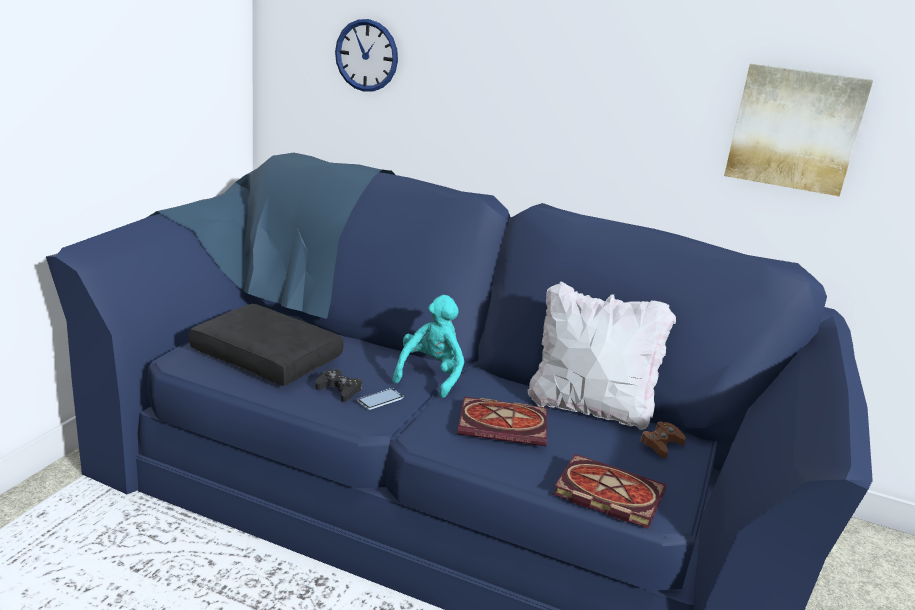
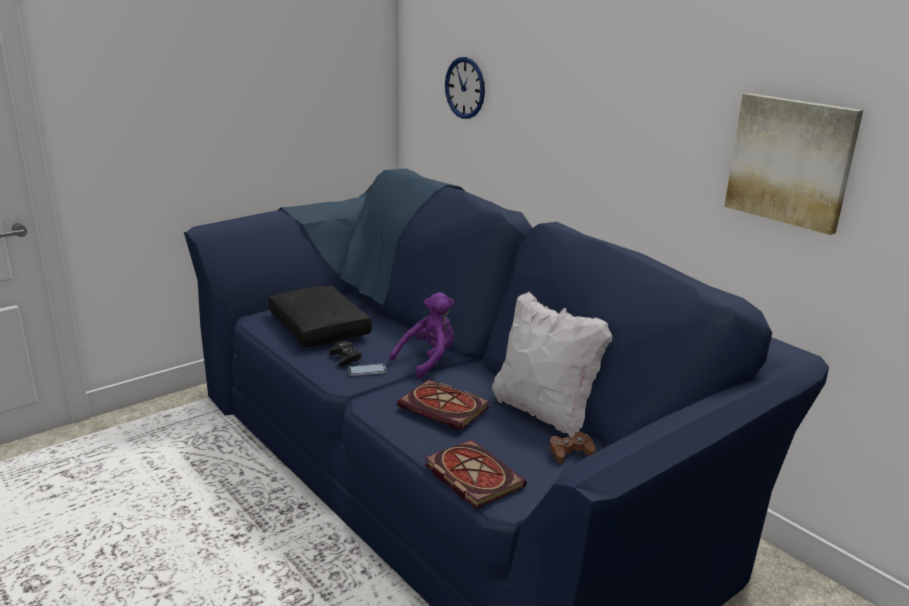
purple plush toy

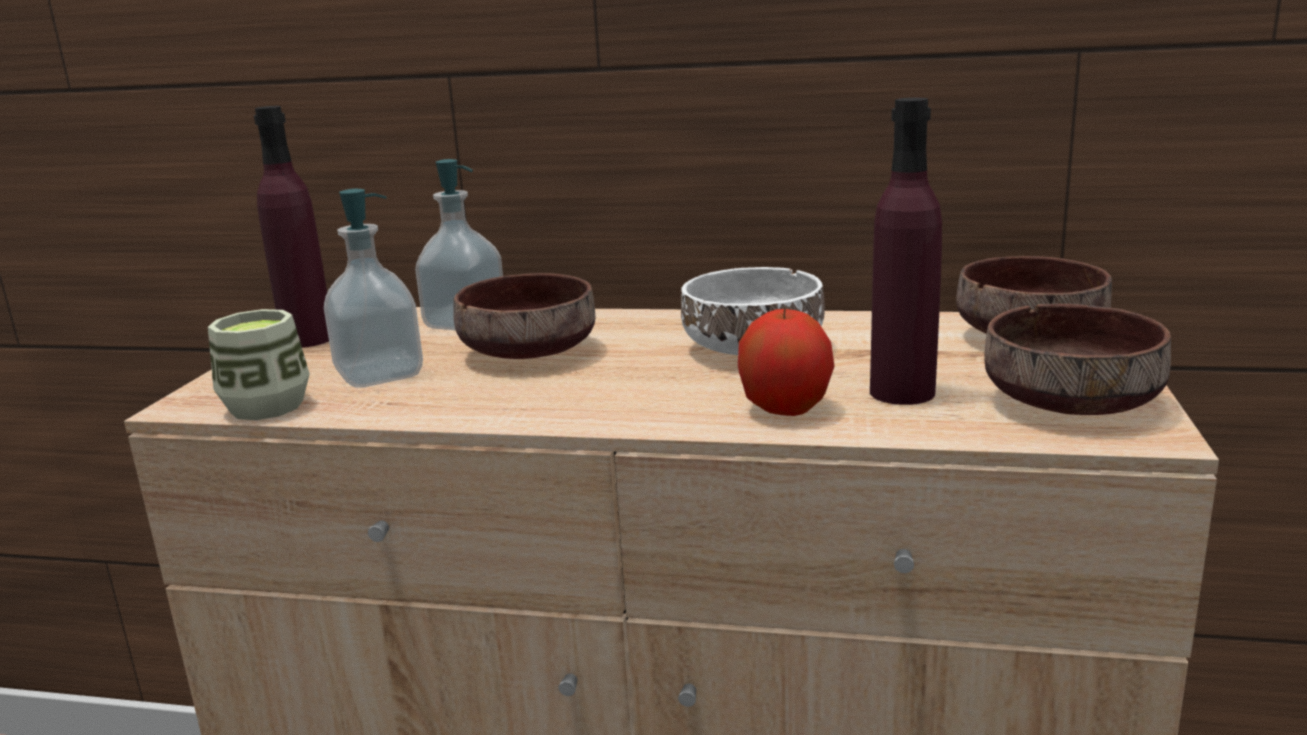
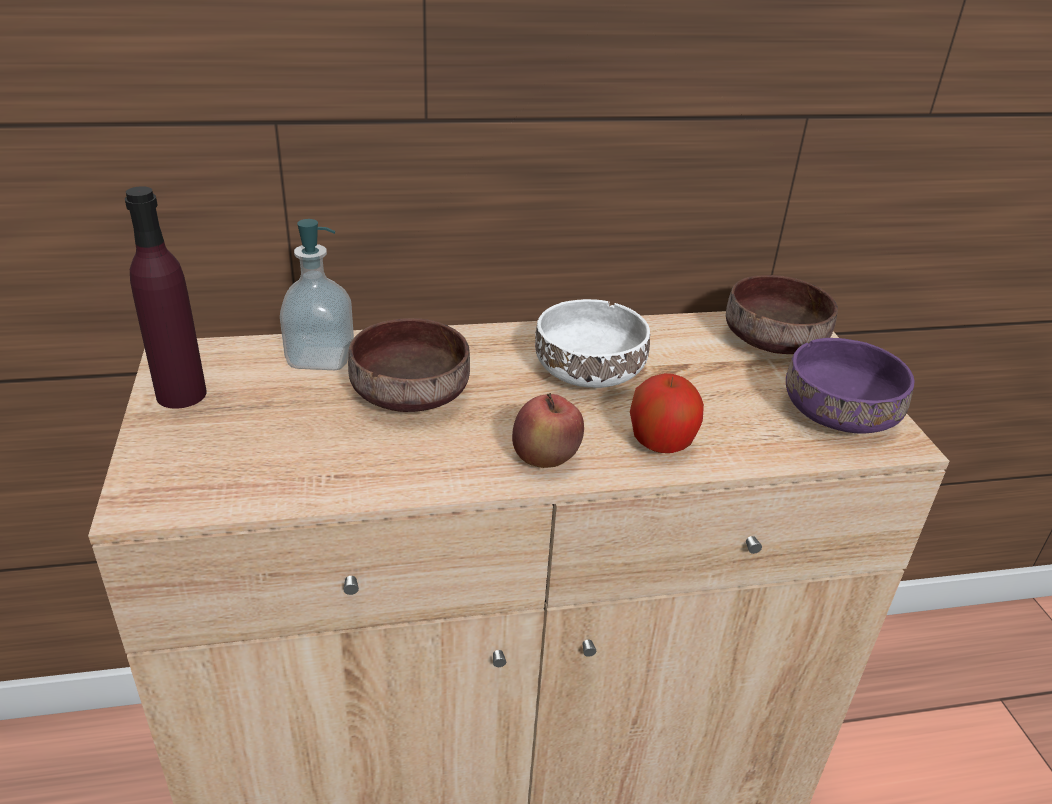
cup; soap dispenser (no. 1 from left in the first image); purple bottle (no. 2 from left in the first image); apple (no. 1 from left); purple bowl

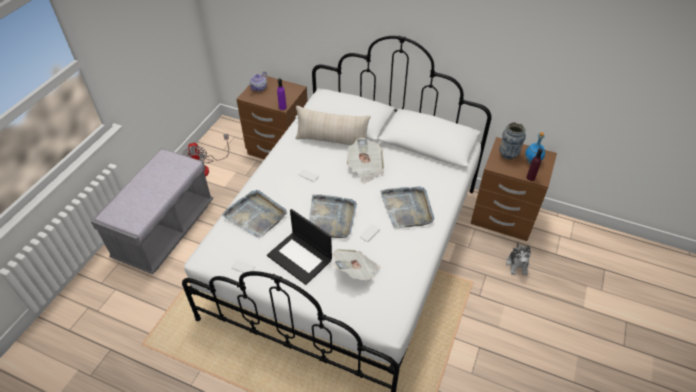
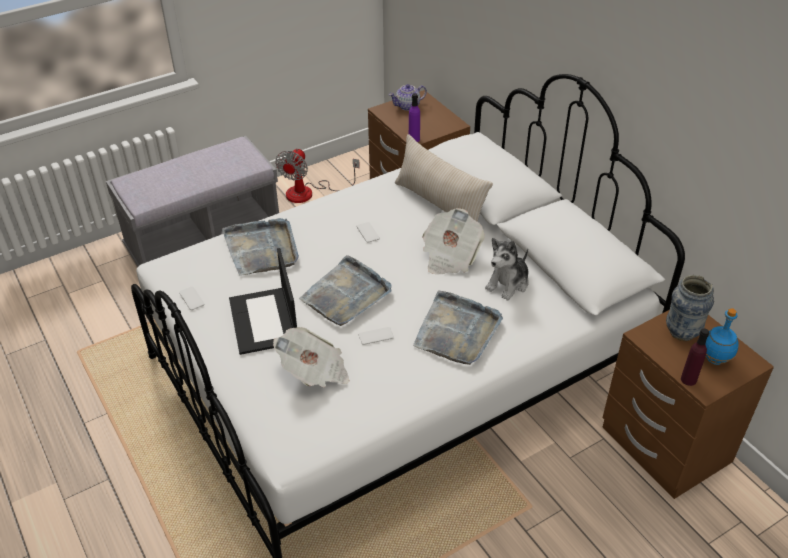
plush toy

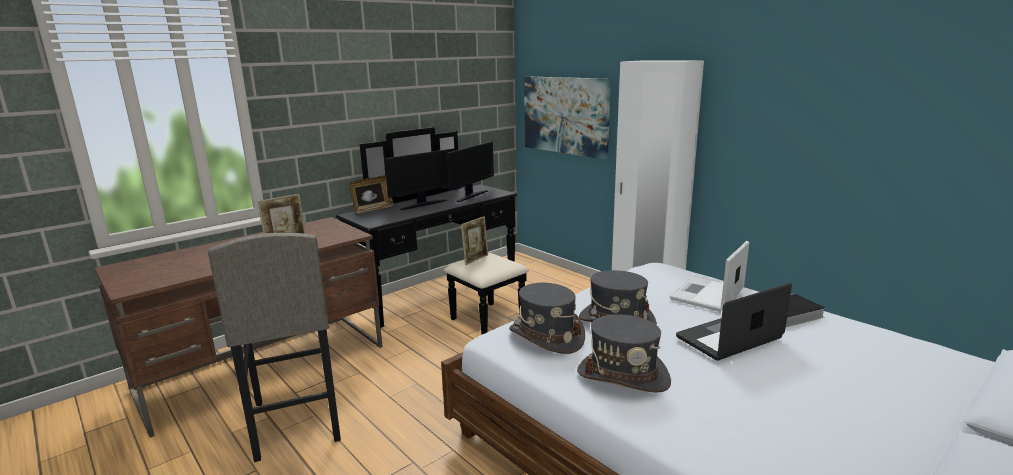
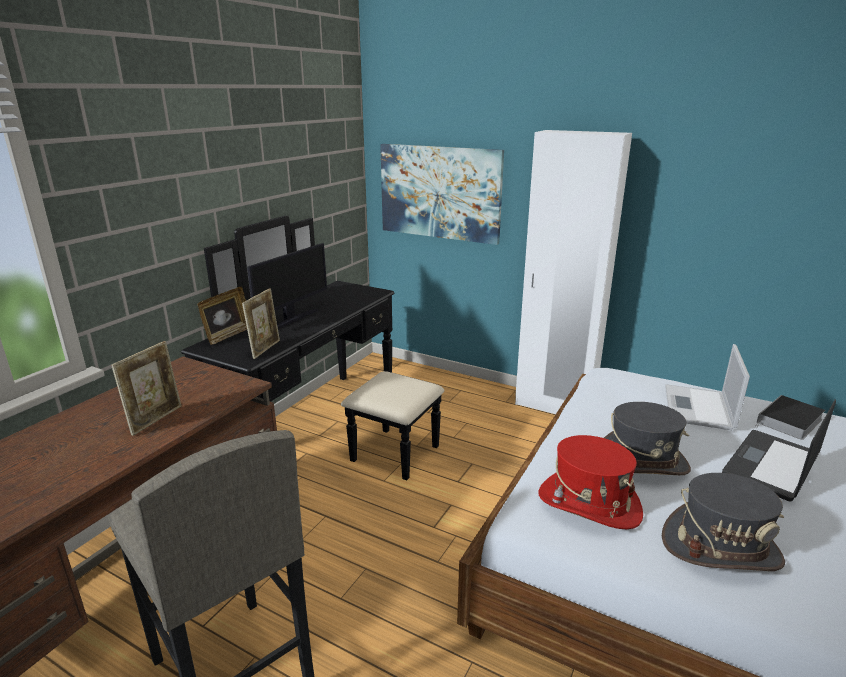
monitor (no. 2 from left in the first image); picture frame (no. 3 from left); red hat

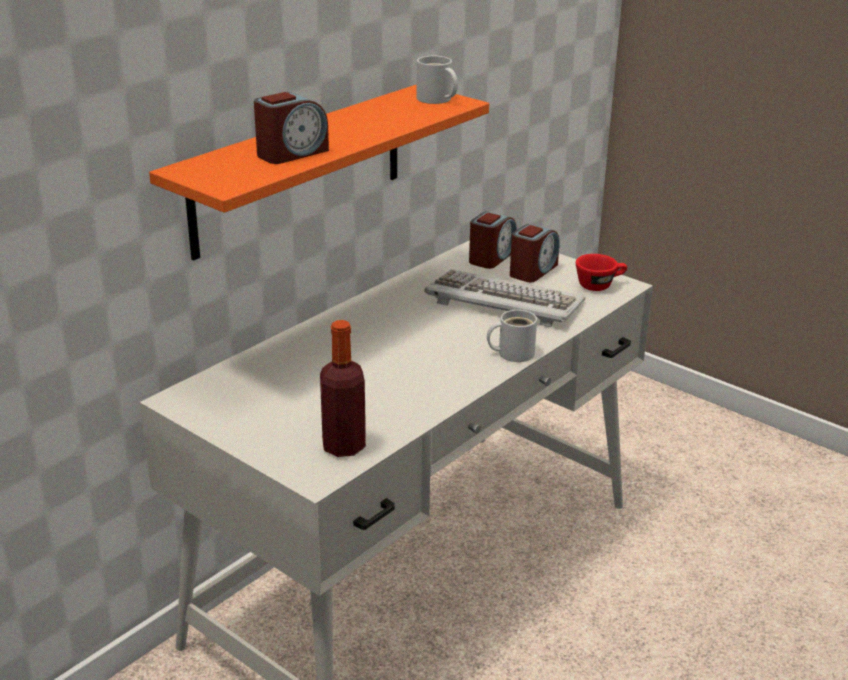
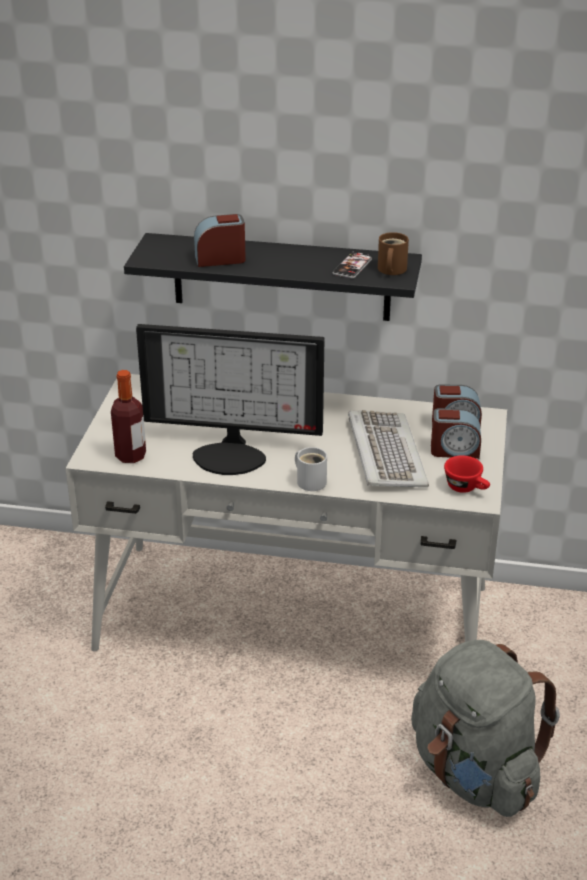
monitor; phone; grey backpack; black shelf; brown mug; alarm clock (no. 1 from left)

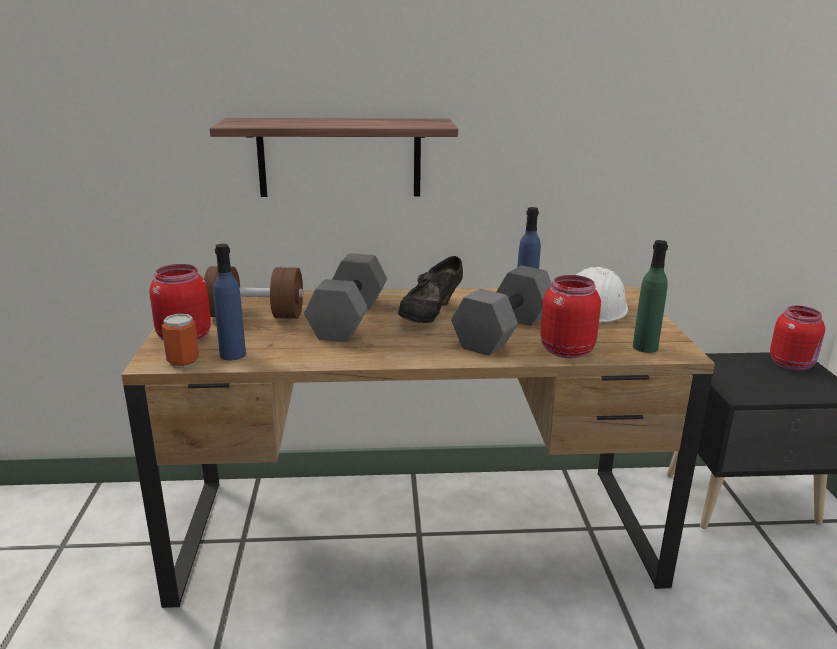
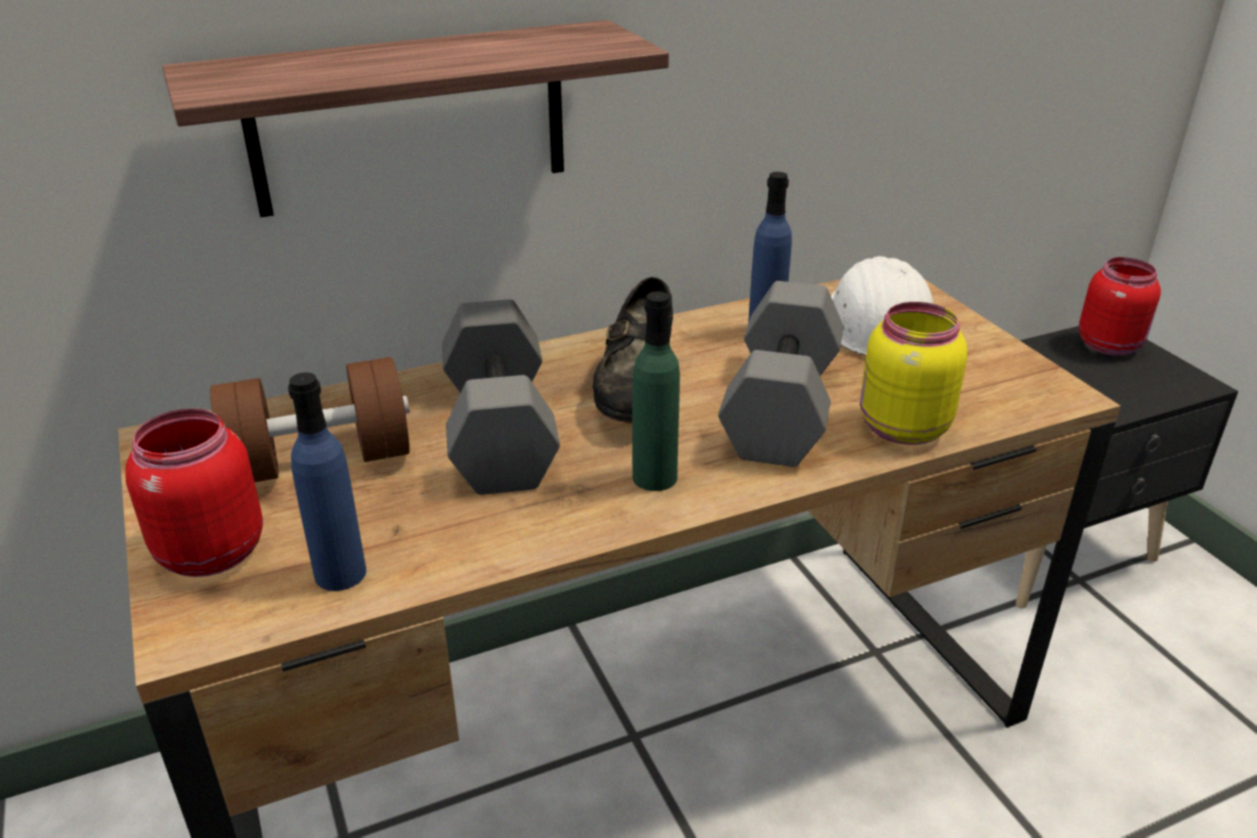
can; green bottle; yellow jar

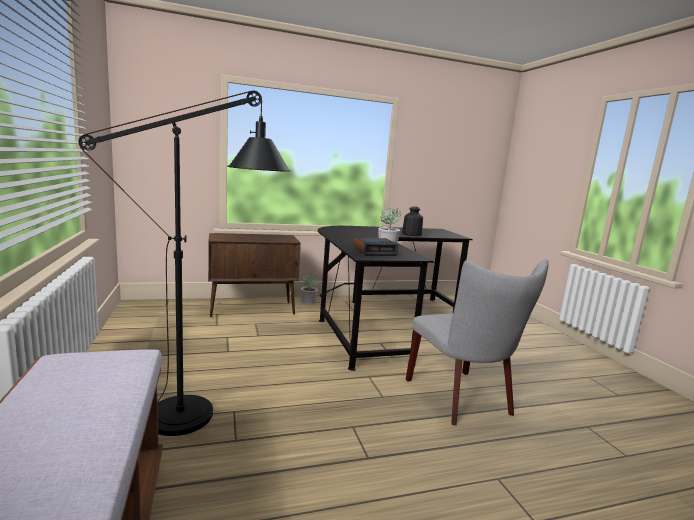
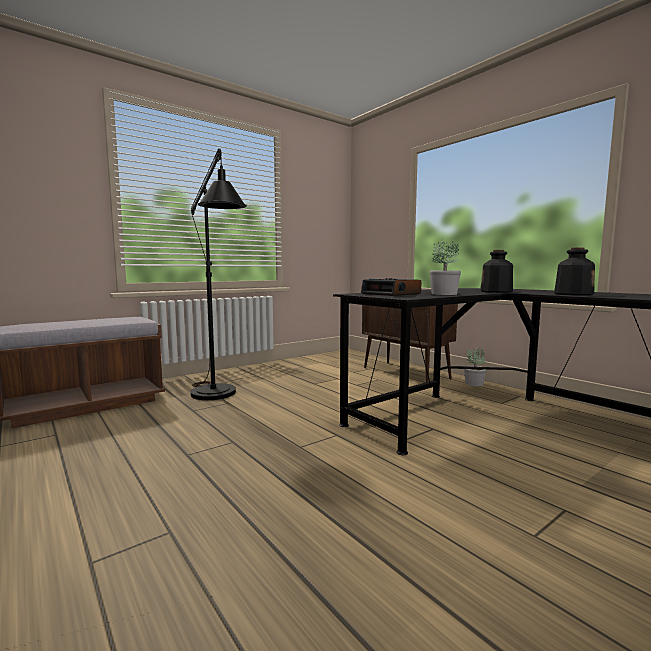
grey chair; bottle (no. 1 from left)

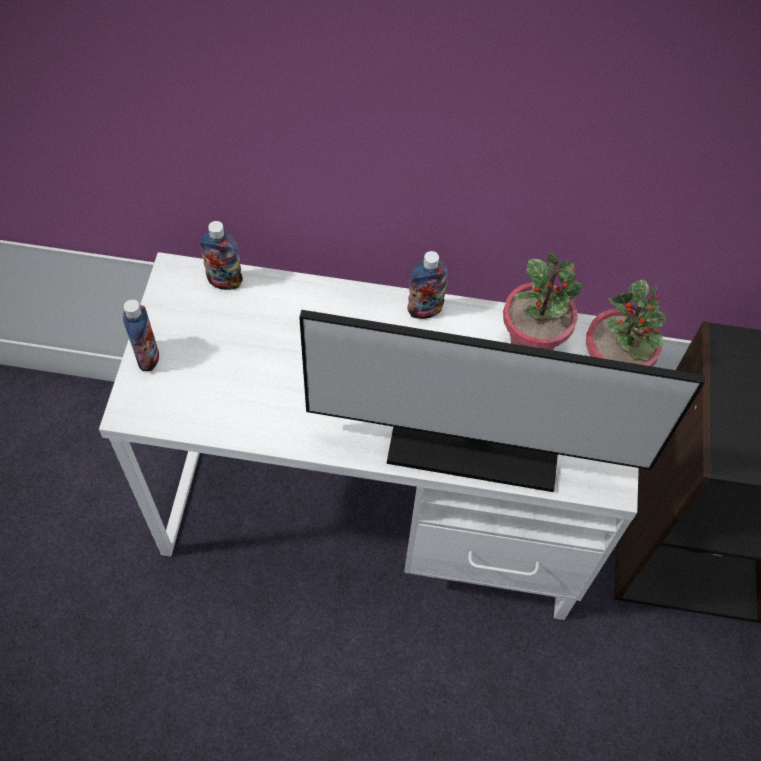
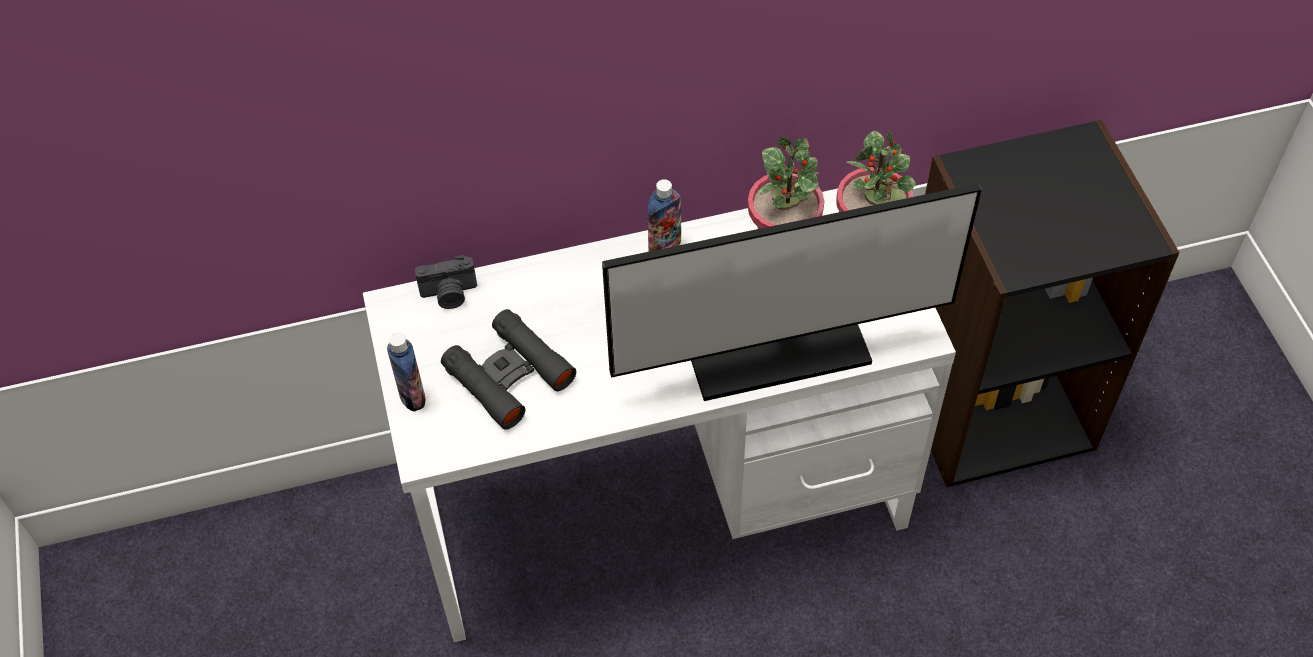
black binoculars; photo camera

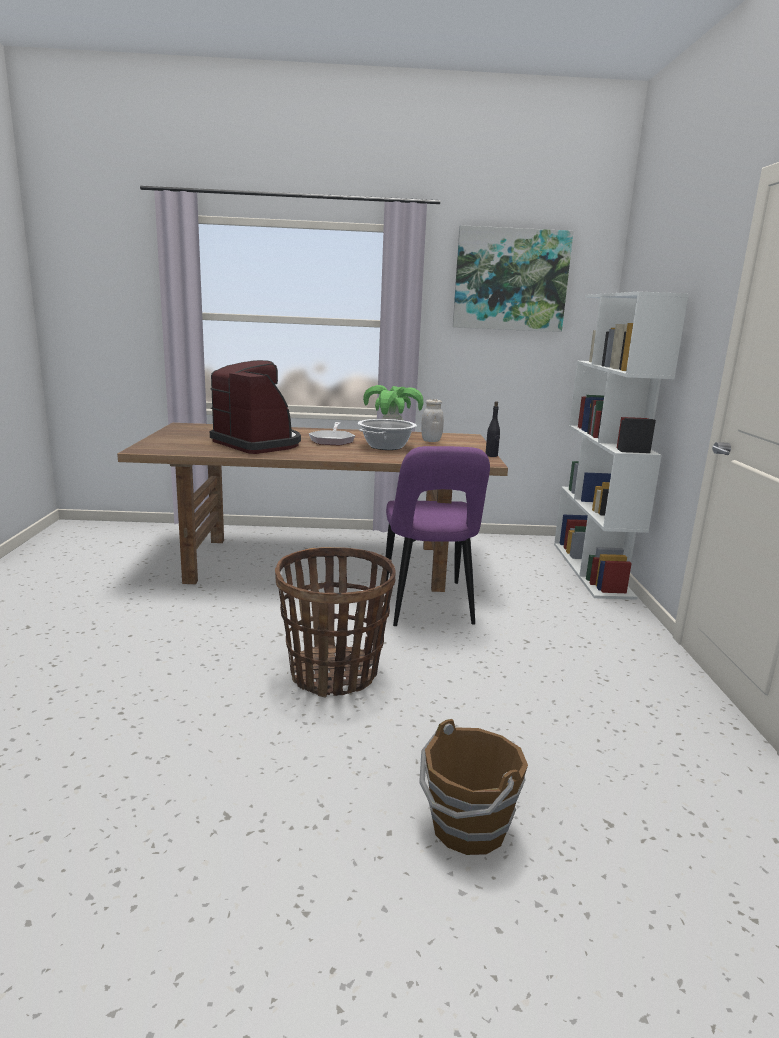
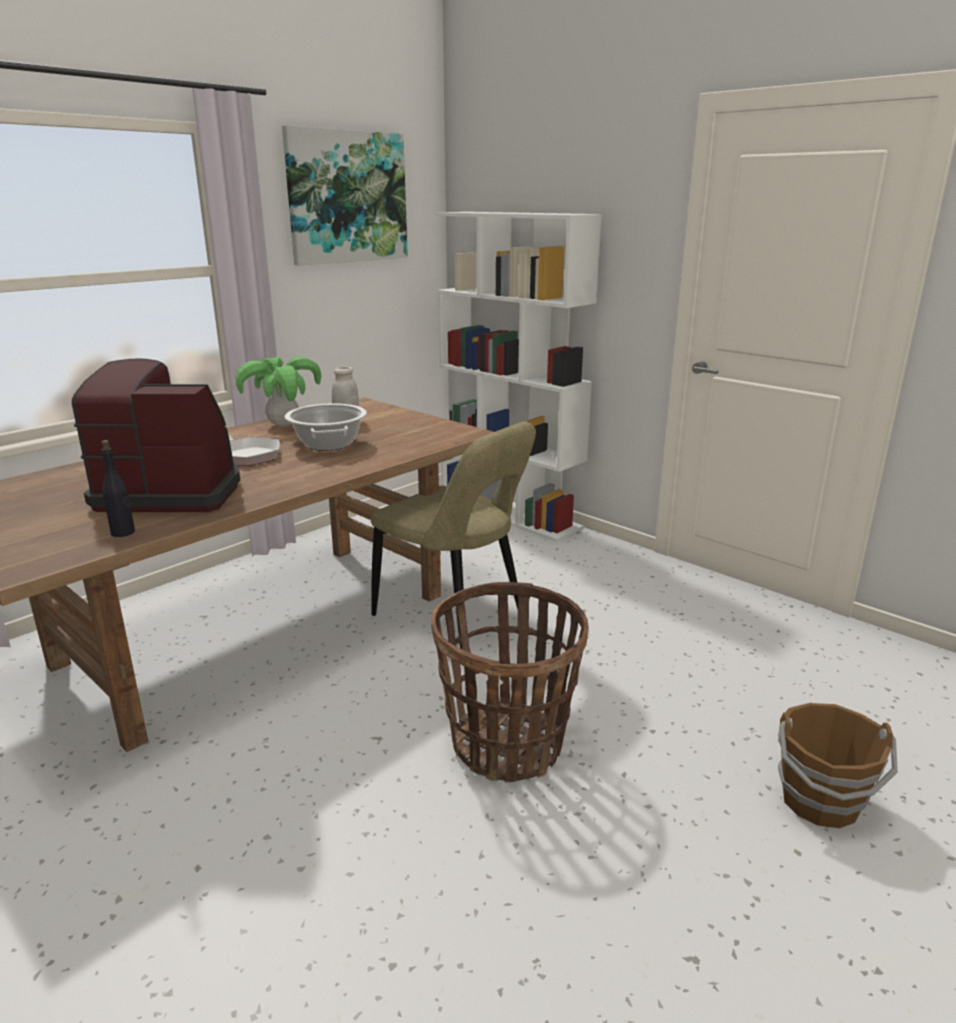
black bottle; beige chair

